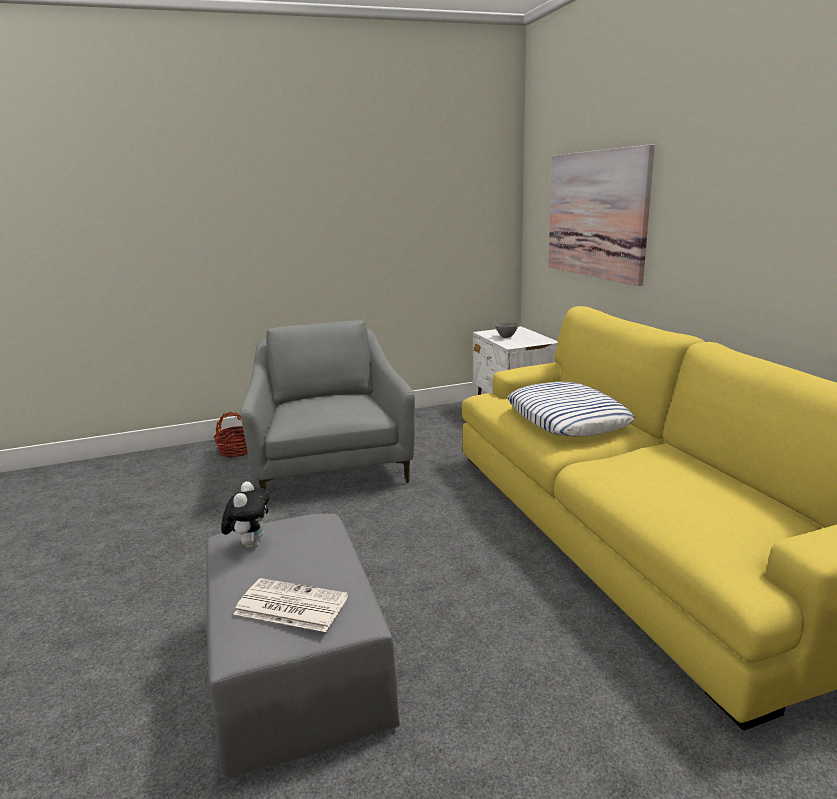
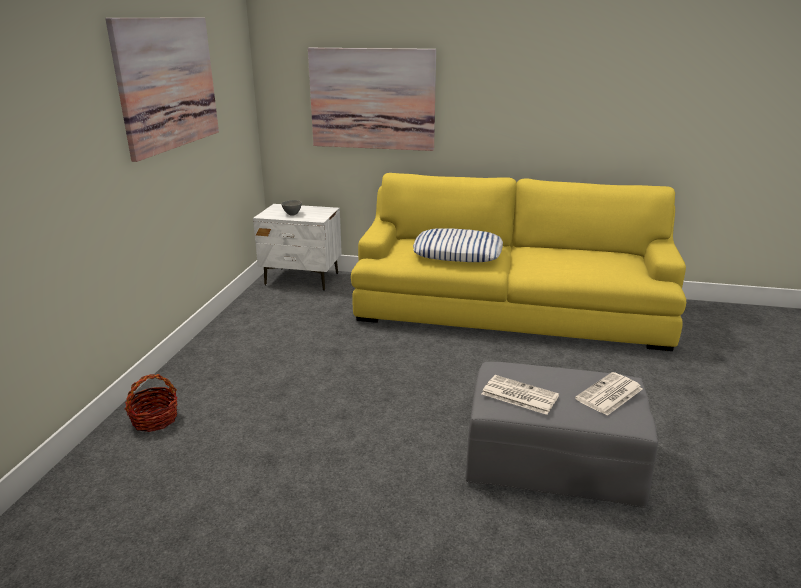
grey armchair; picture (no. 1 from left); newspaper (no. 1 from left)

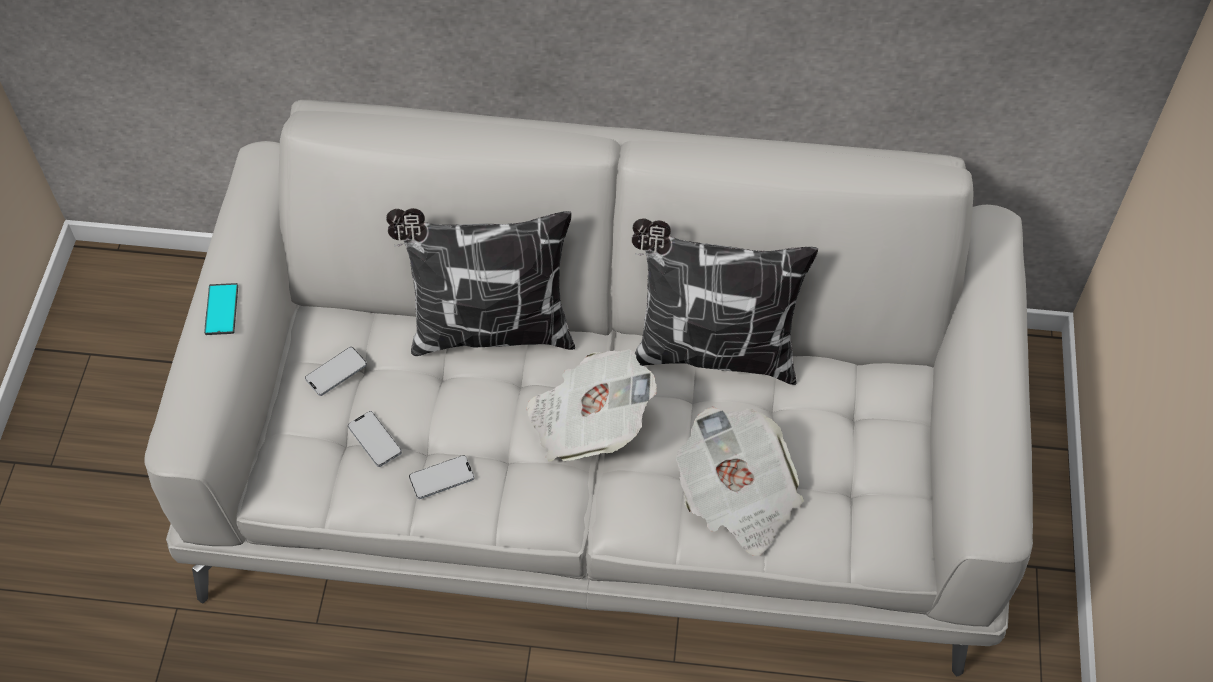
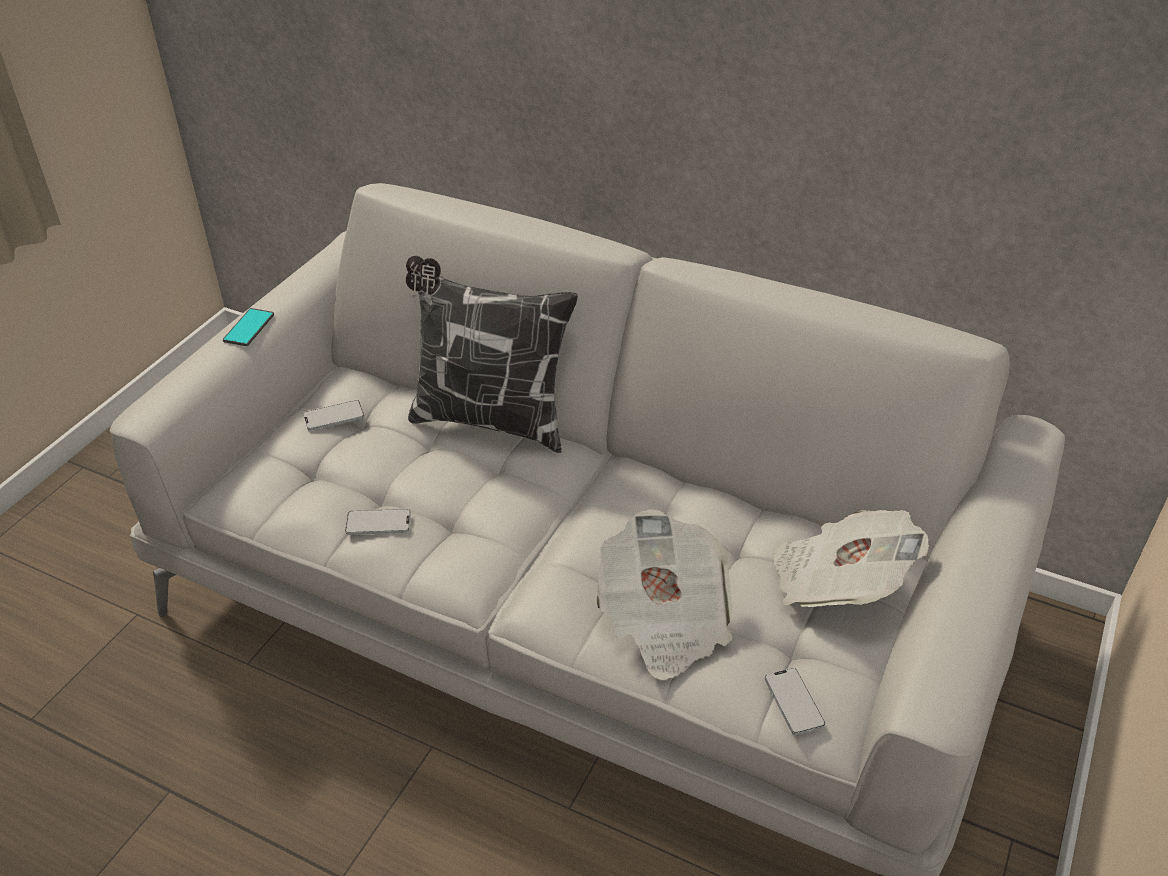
pillow (no. 2 from left in the first image); phone (no. 4 from left); newspaper (no. 2 from left)

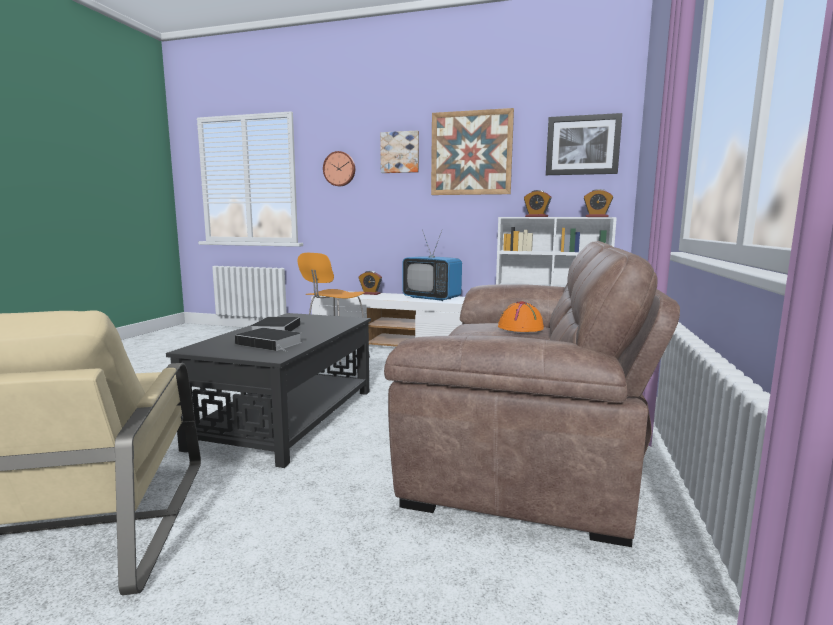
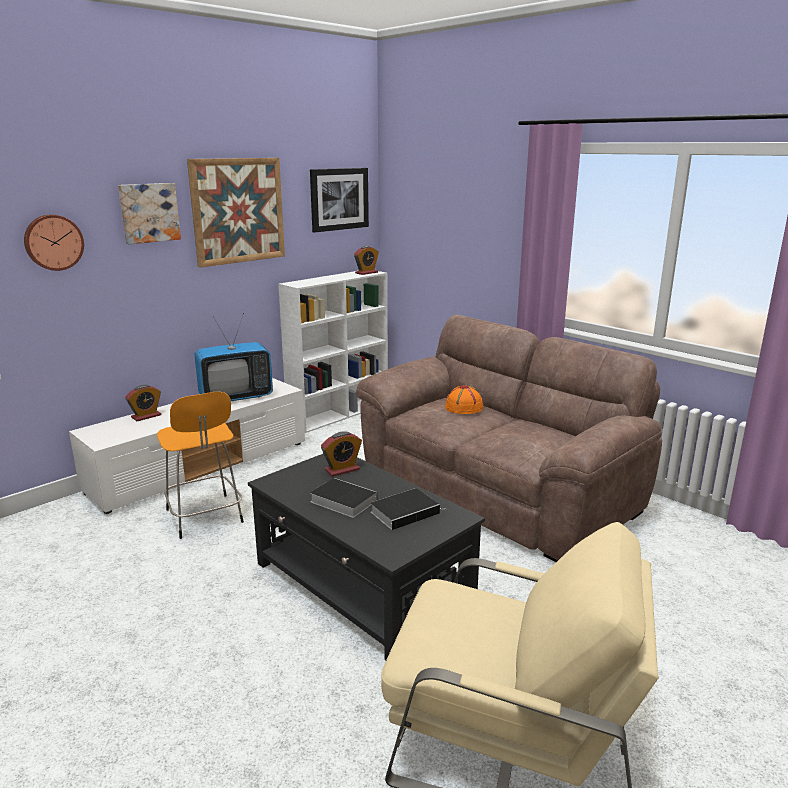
alarm clock (no. 2 from left)

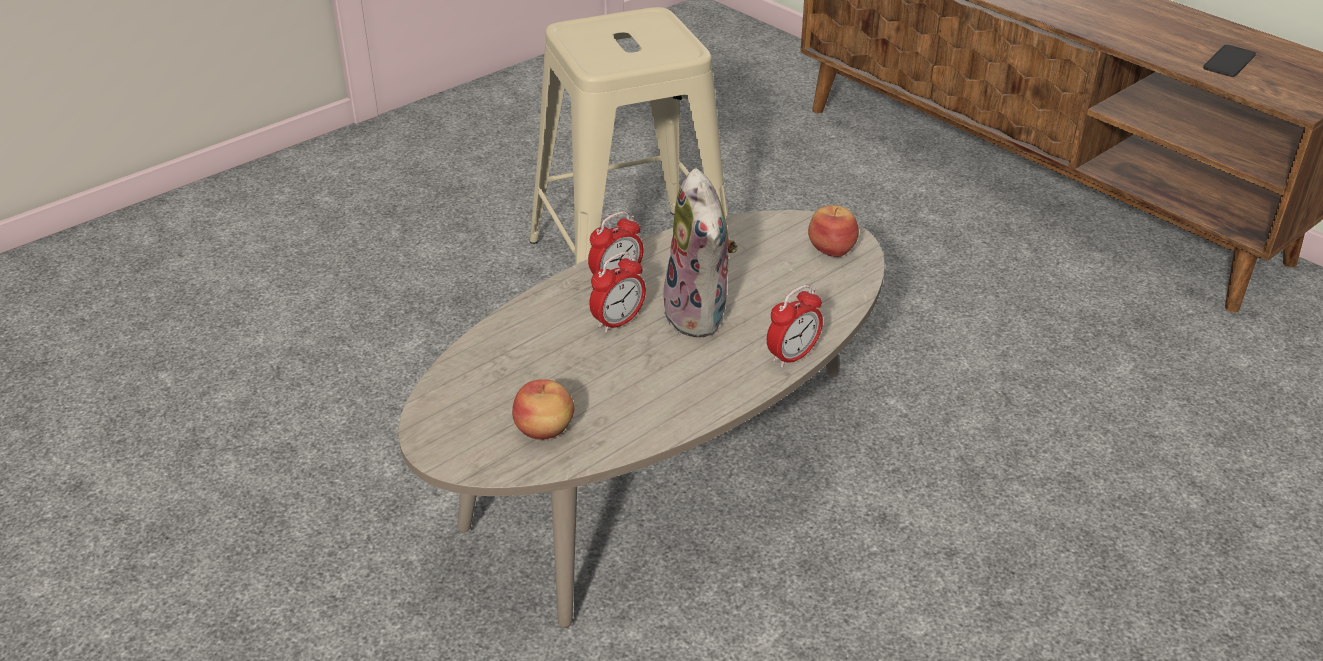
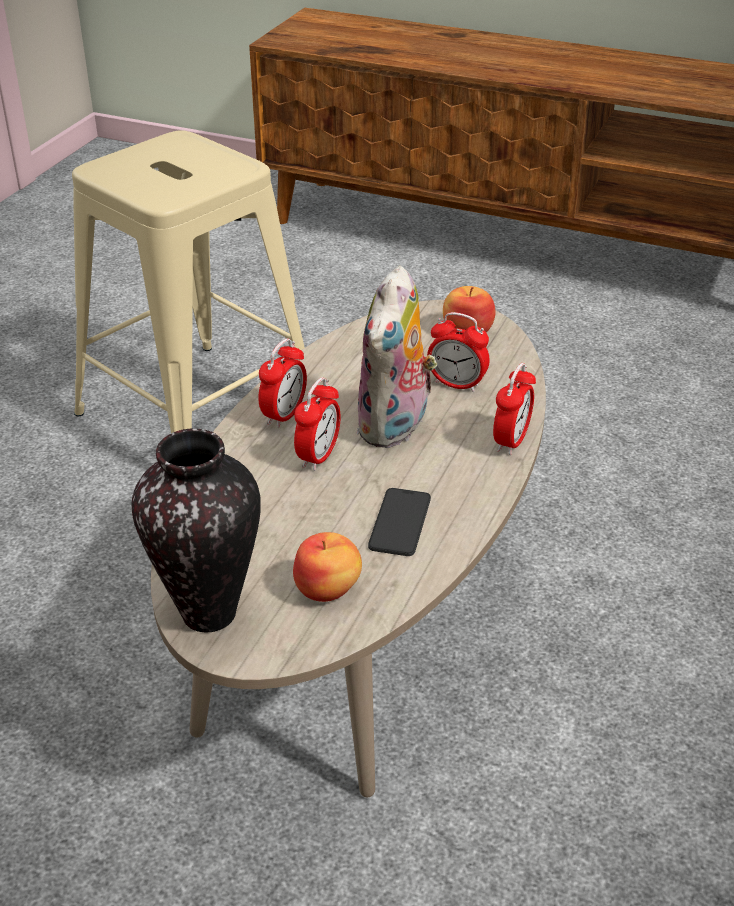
vase; alarm clock (no. 3 from left); phone; plush toy

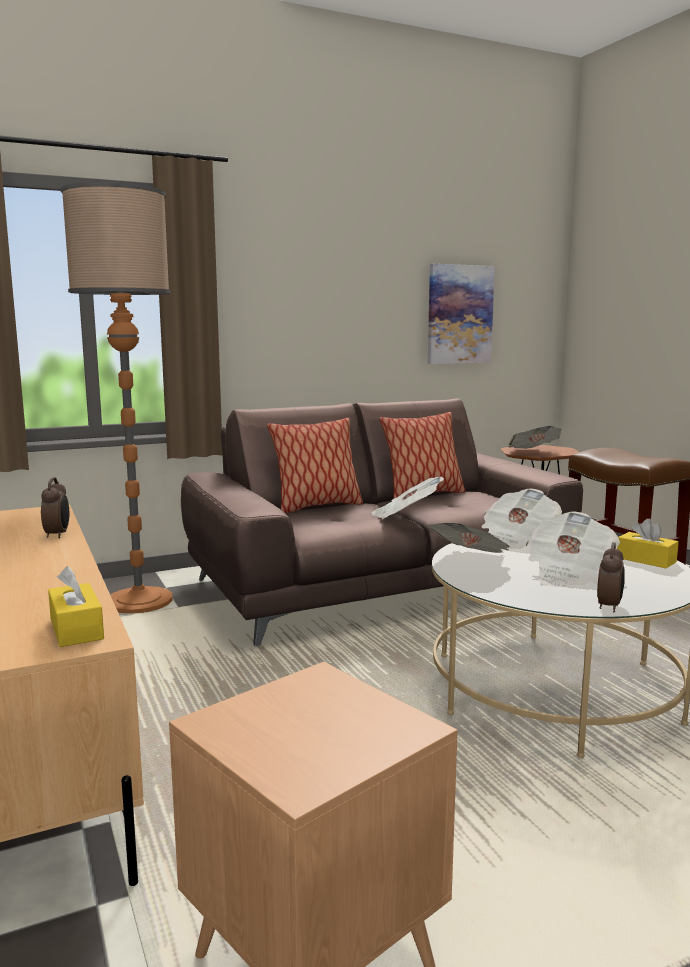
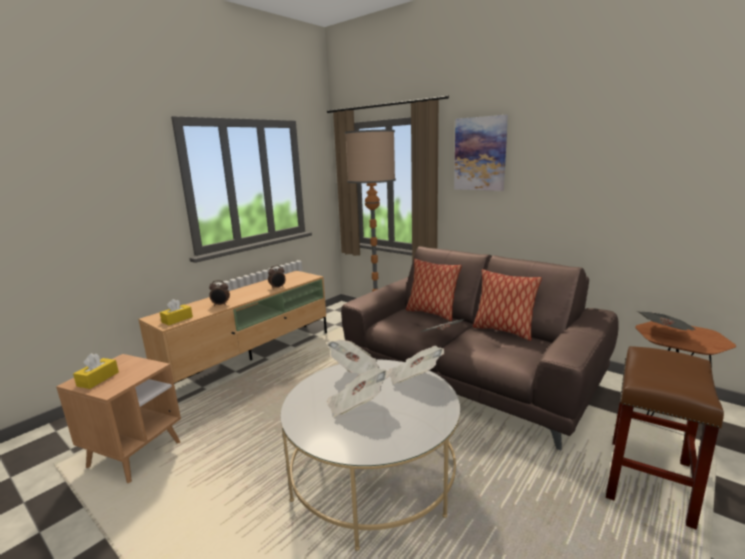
picture; alarm clock (no. 1 from left); yellow tissue box (no. 1 from left)

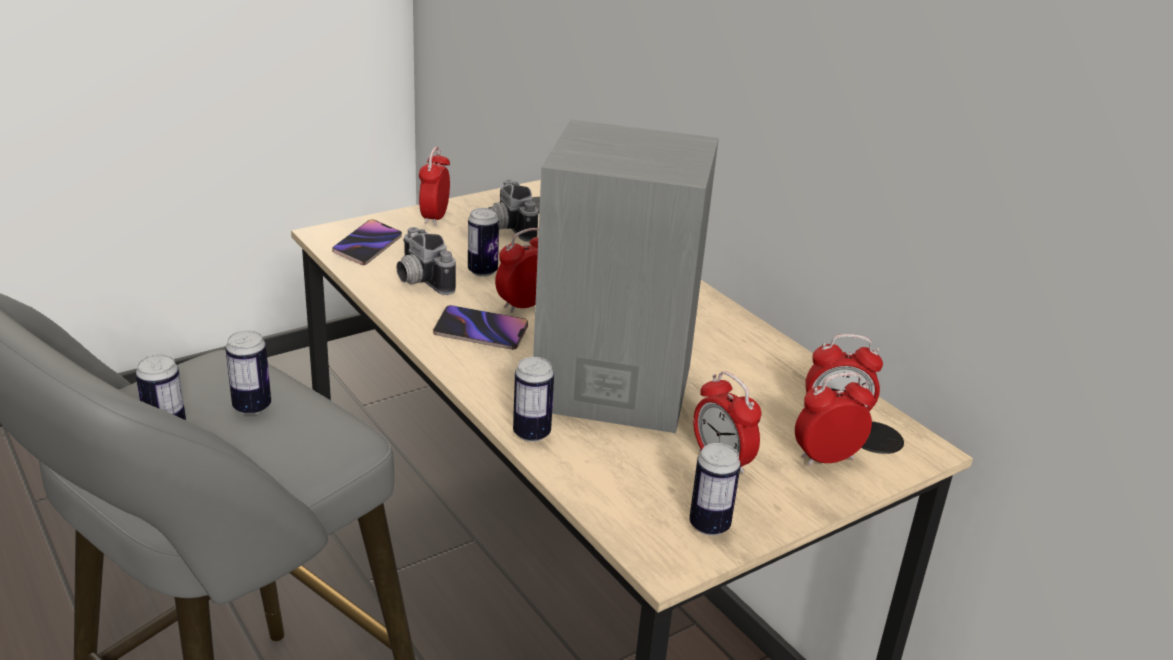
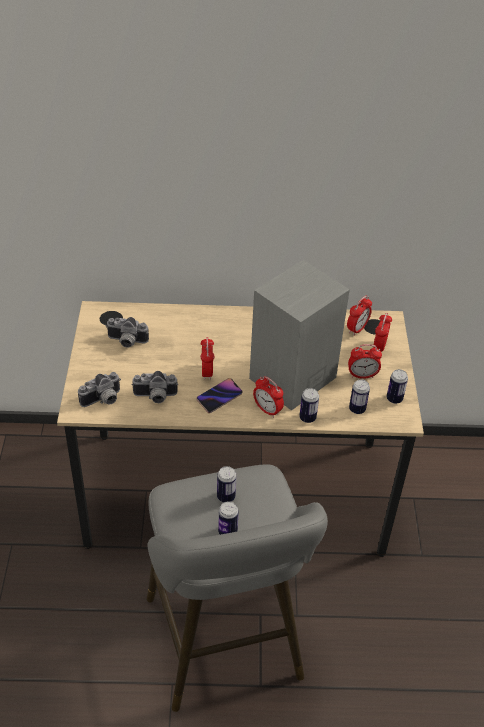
alarm clock (no. 2 from left); can (no. 4 from left); photo camera (no. 1 from left)

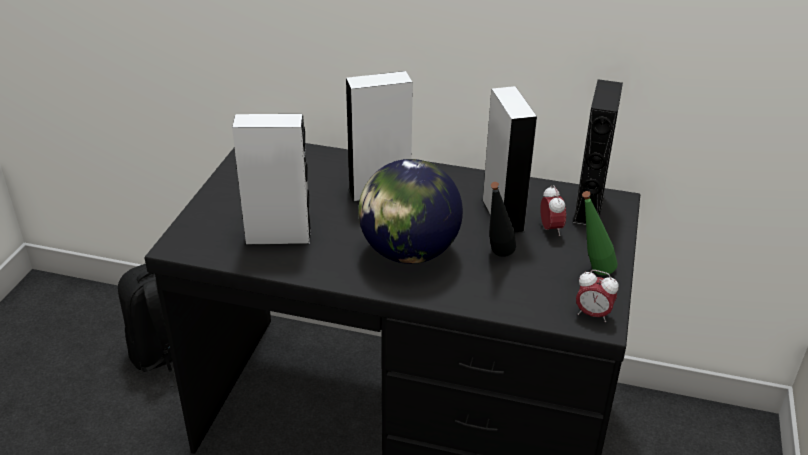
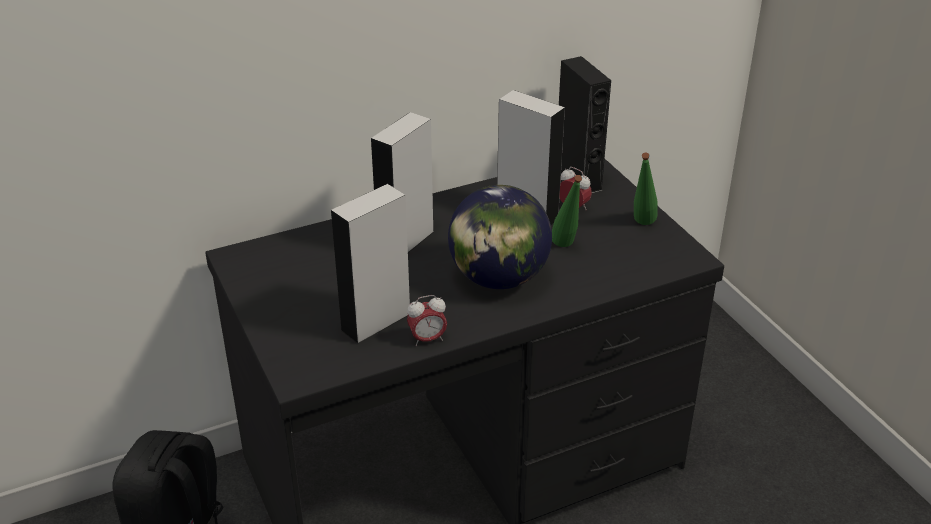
alarm clock (no. 1 from left); green bottle (no. 1 from left)

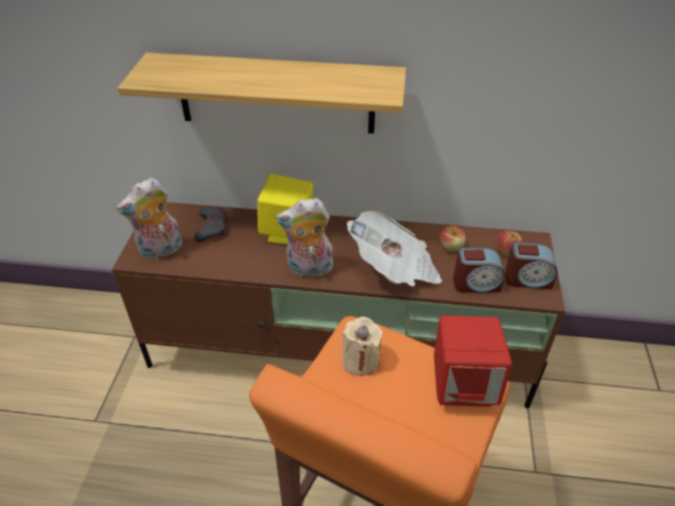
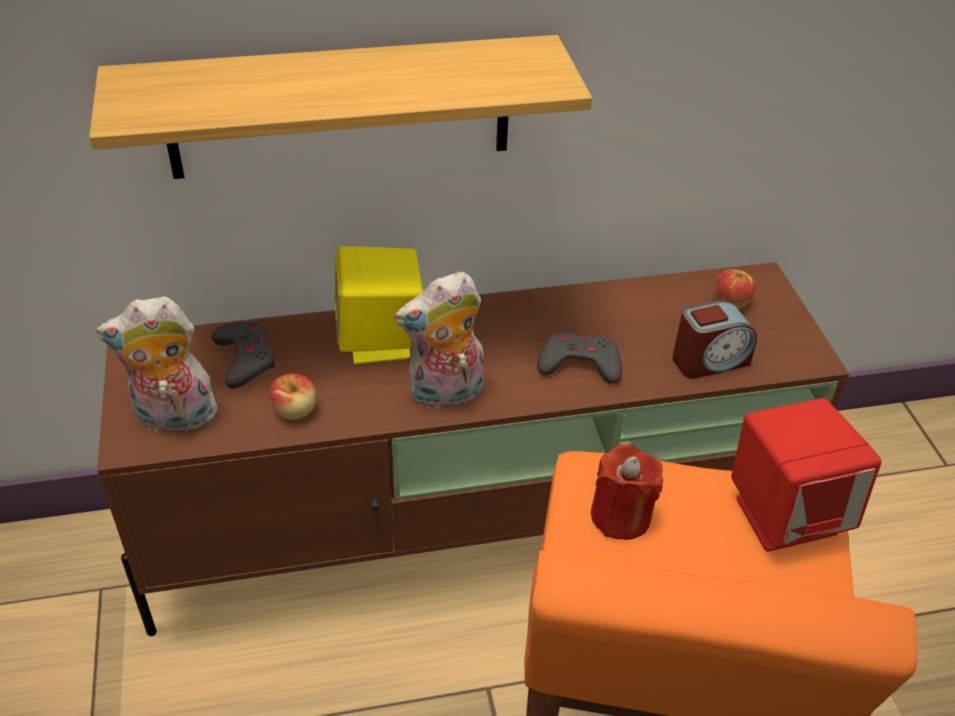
alarm clock (no. 2 from left in the first image); apple (no. 1 from left); grey game controller (no. 2 from left); red candle; plush toy (no. 1 from left)

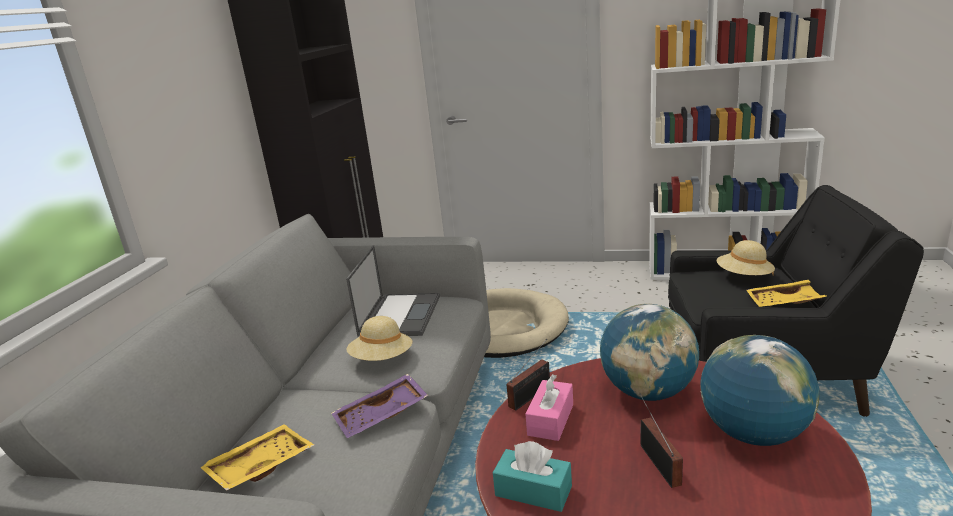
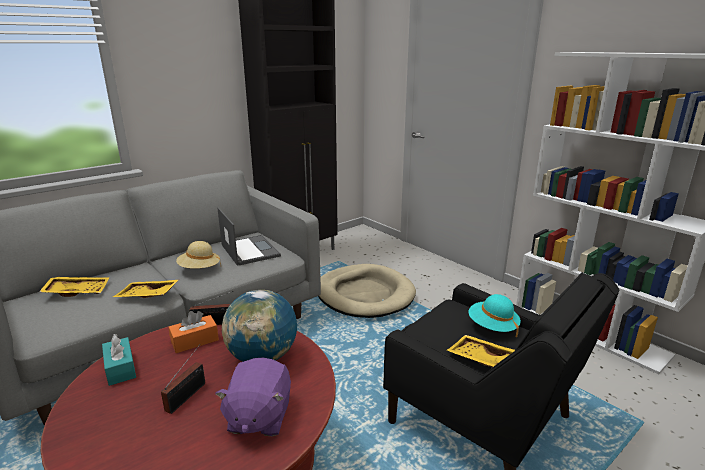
purple plush toy; yellow tray (no. 2 from left); orange tissue box; turquoise hat; laptop

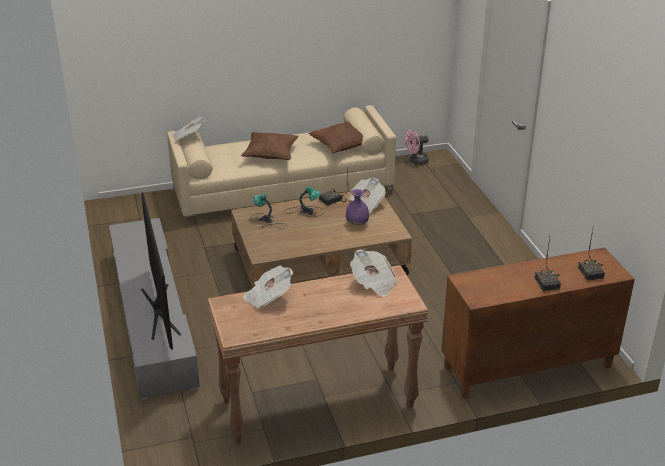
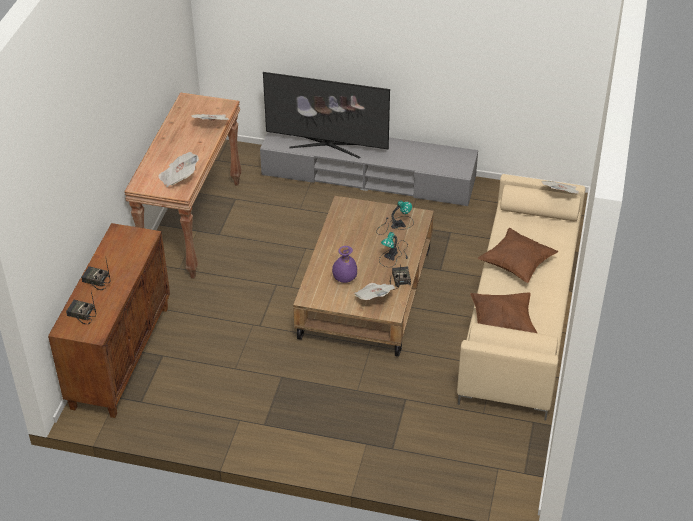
pink fan

